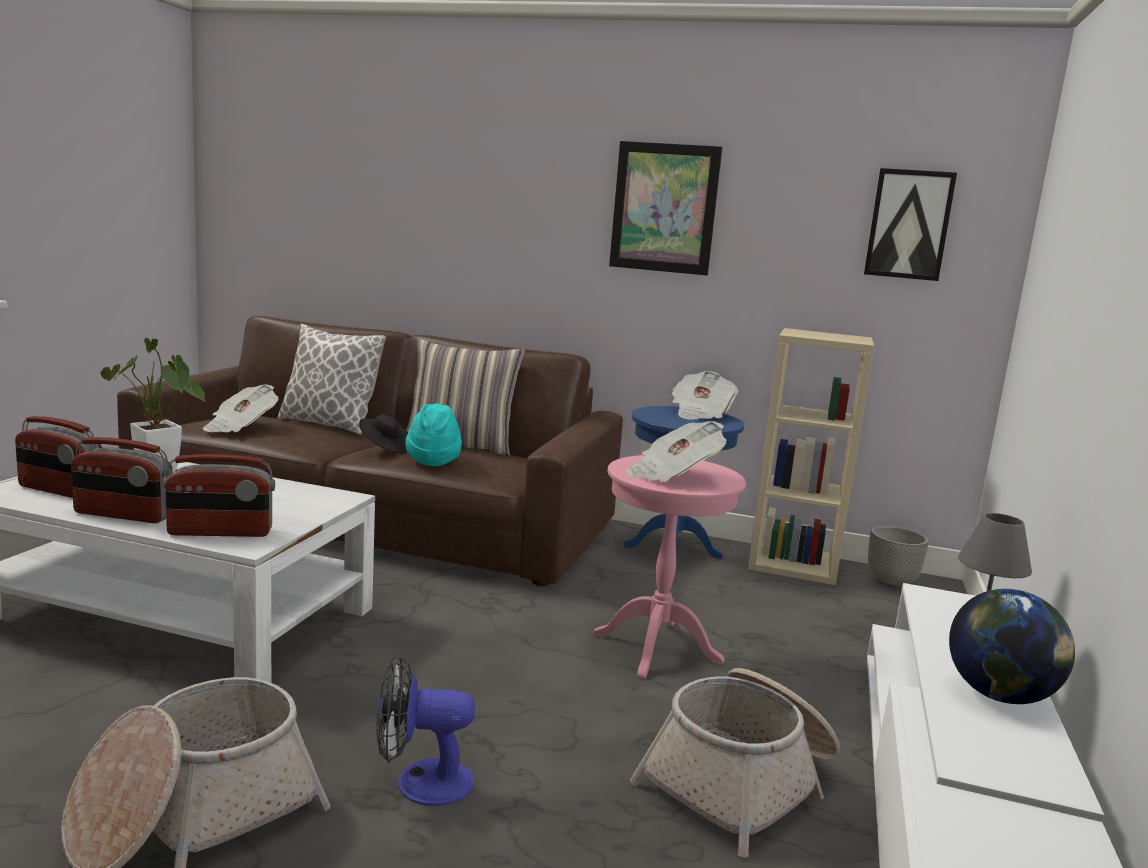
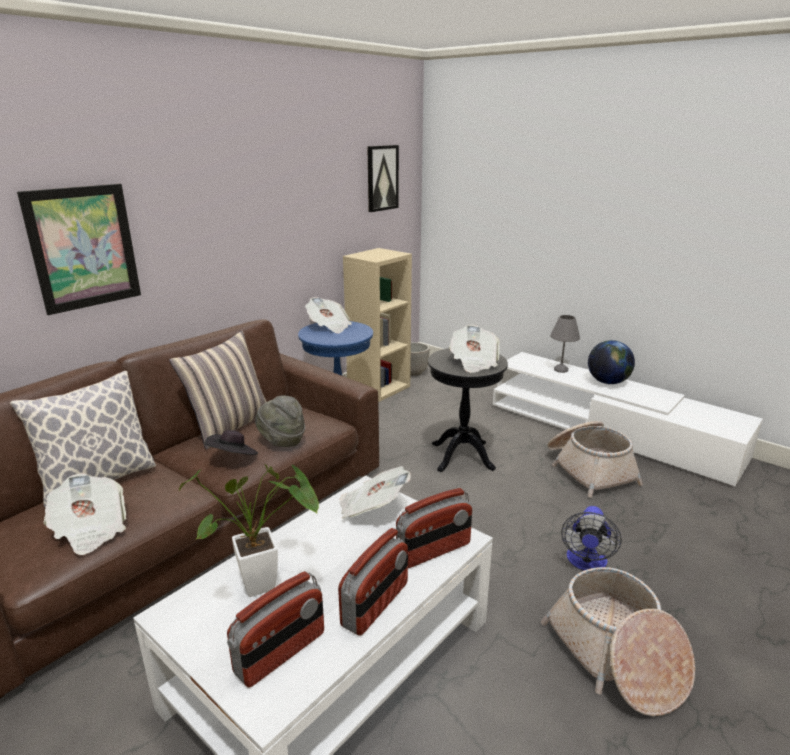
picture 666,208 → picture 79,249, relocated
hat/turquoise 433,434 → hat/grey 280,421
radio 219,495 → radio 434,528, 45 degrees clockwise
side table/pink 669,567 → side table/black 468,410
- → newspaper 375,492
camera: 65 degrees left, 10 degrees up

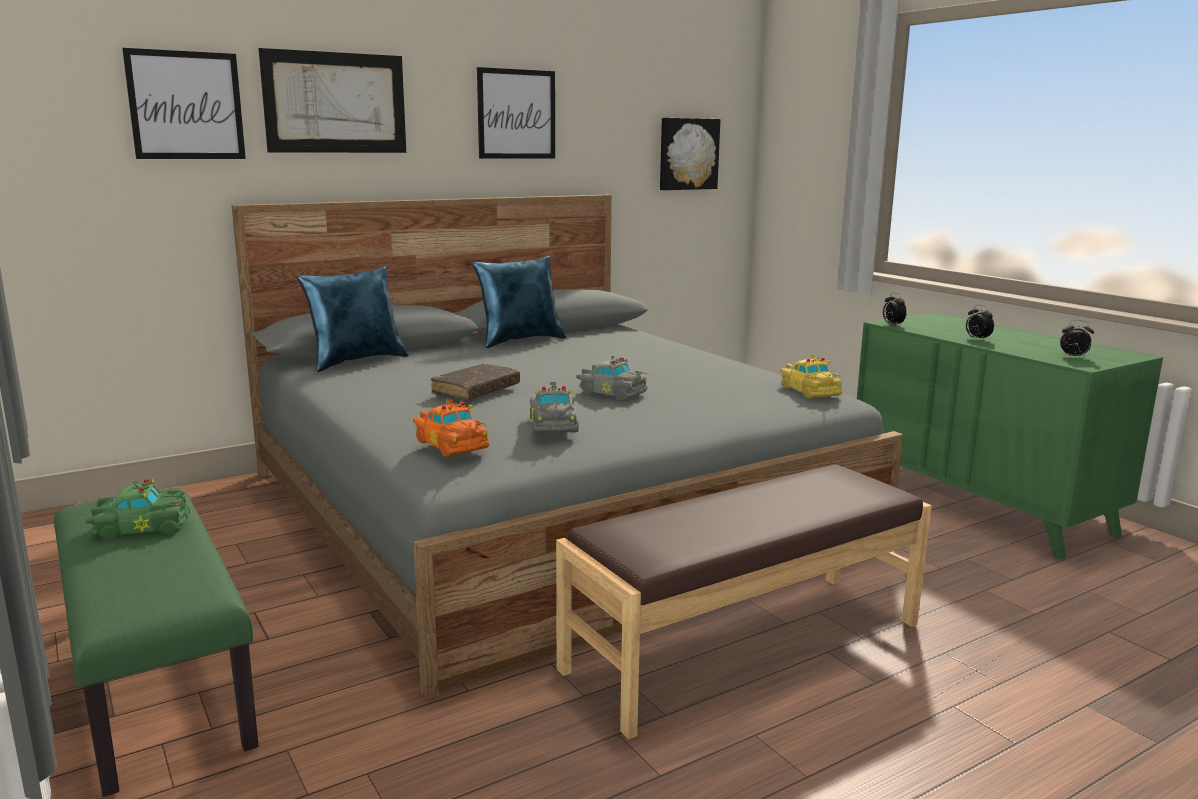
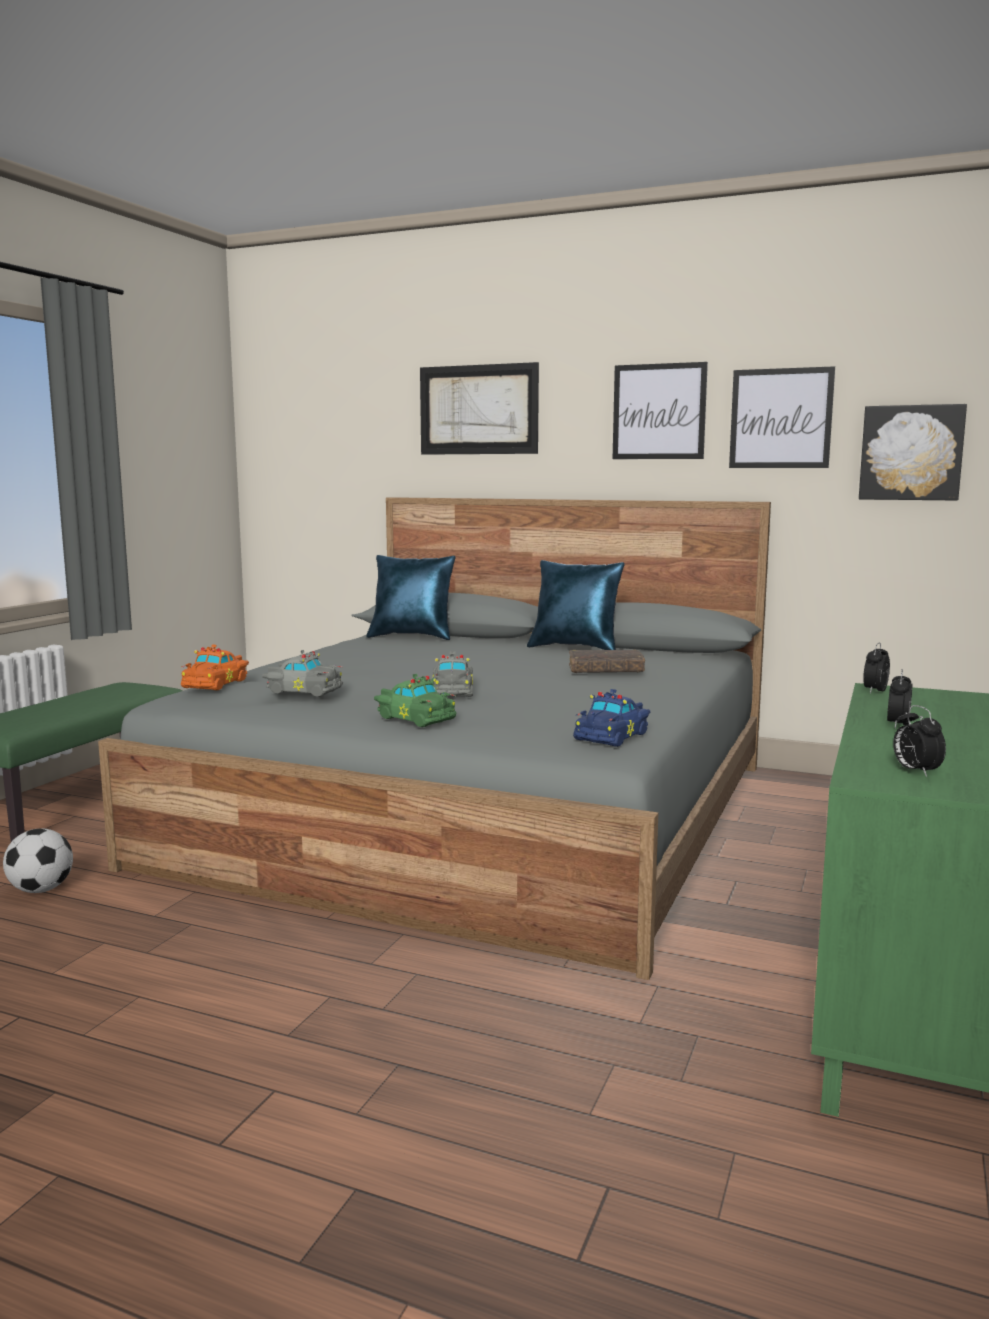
picture 184,103 → picture 782,417, relocated
toy car/yellow 811,377 → toy car/blue 611,718
book/brown 475,381 → book/brown 607,661, relocated
toy car/grey 554,408 → toy car/grey 302,673, 120 degrees counterclockwise
bench/brown 744,601 → -
toy car/green 138,509 → toy car/green 415,700, relocated
- → football 38,860
camera: 55 degrees right, 5 degrees down

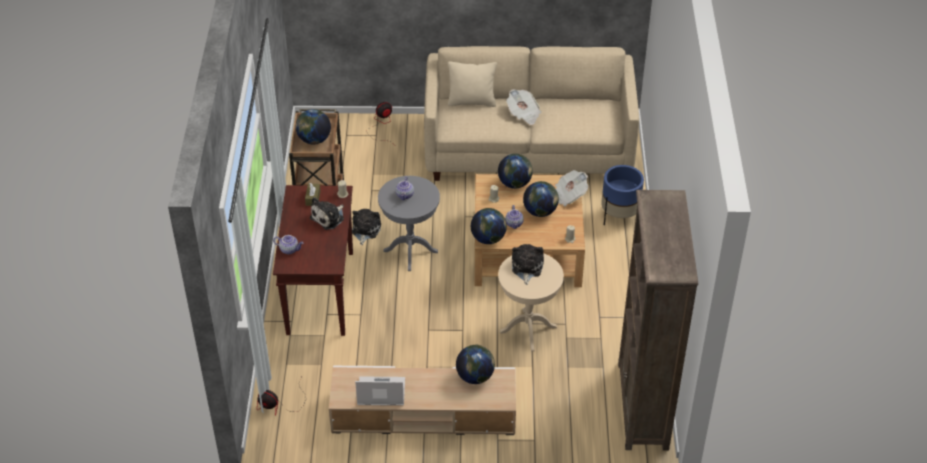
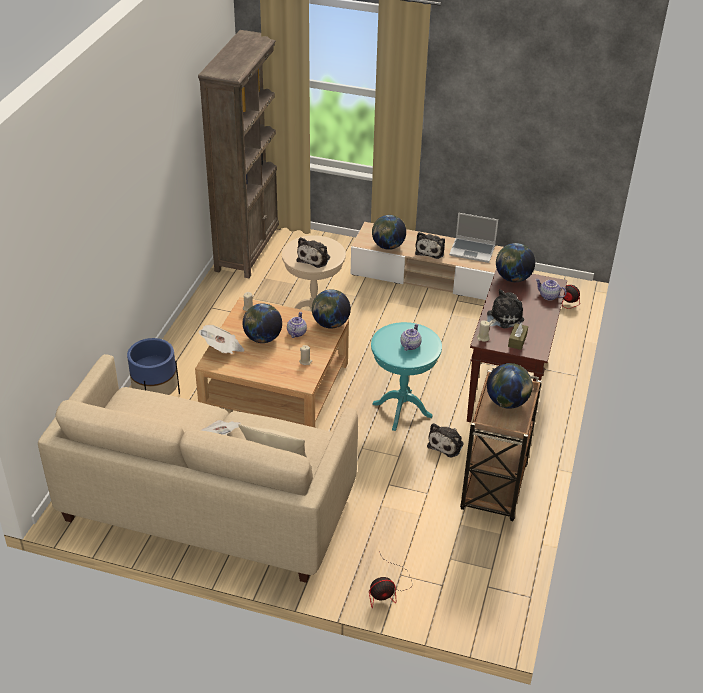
globe 515,171 → globe 515,262, relocated
side table/grey 409,223 → side table/turquoise 406,376
- → plush toy 430,245
camera: 165 degrees left, 5 degrees down

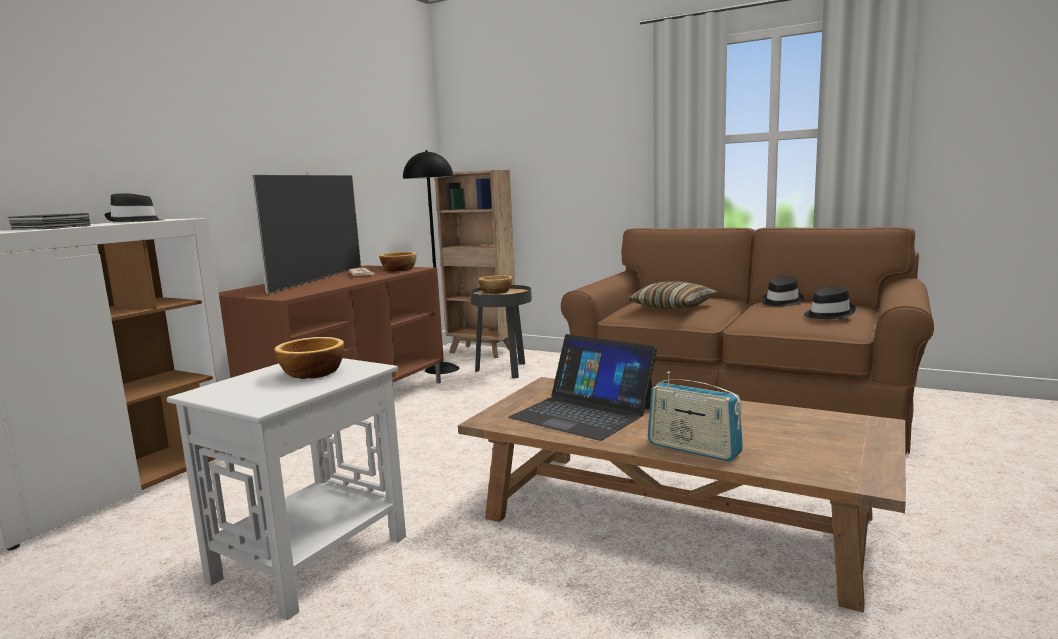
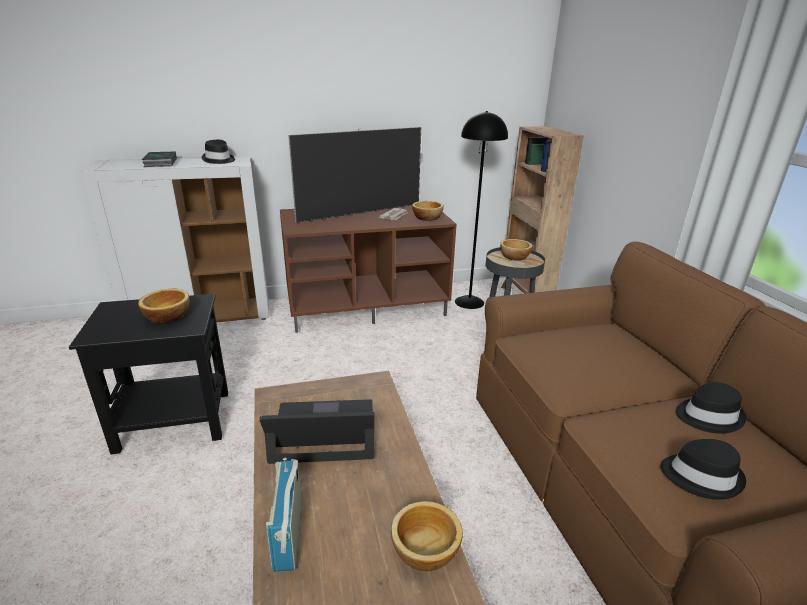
pillow 672,295 → -
laptop 582,387 → laptop 316,431, 90 degrees clockwise
side table/white 286,489 → side table/black 148,374
- → bowl 427,536
camera: 45 degrees right, 15 degrees up

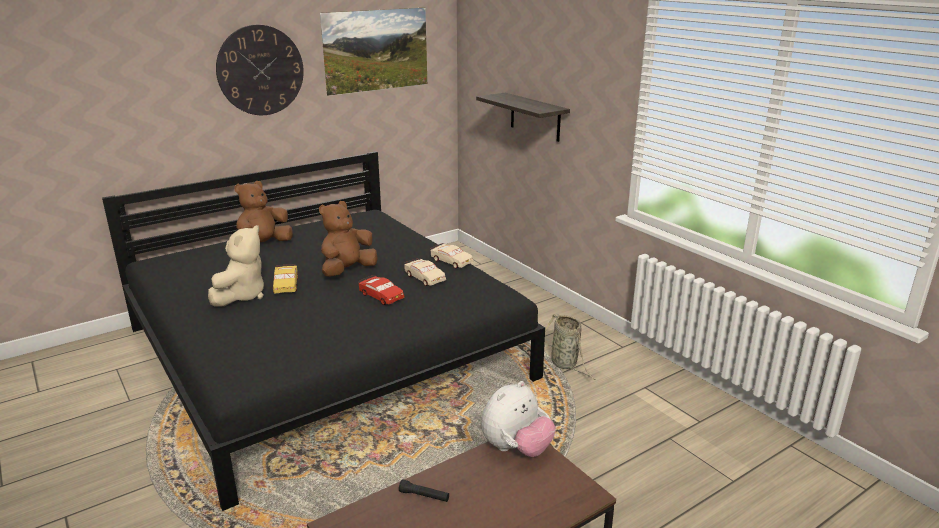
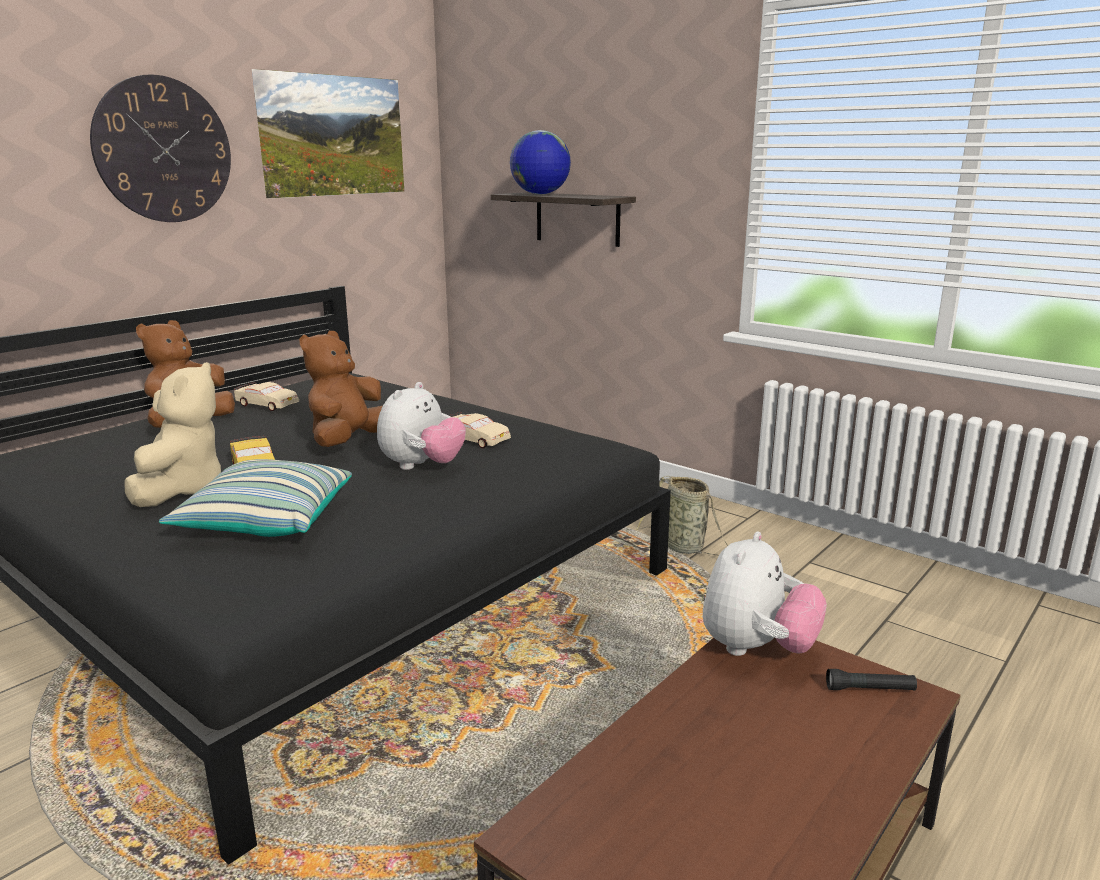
toy car/beige 451,256 → toy car/beige 266,396, relocated
toy car/red 382,290 → plush toy 421,426
flashlight/black 424,490 → flashlight/black 871,679, relocated
- → globe 540,162
- → pillow 255,498
camera: 15 degrees left, 5 degrees down

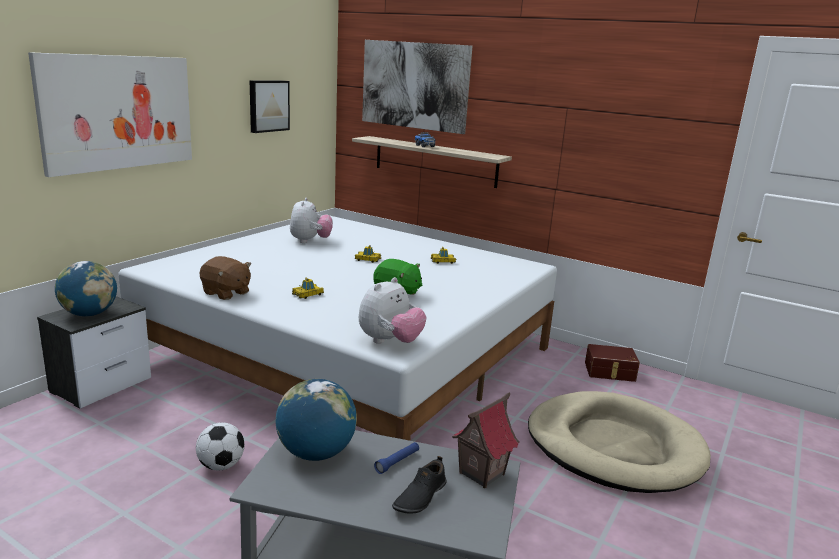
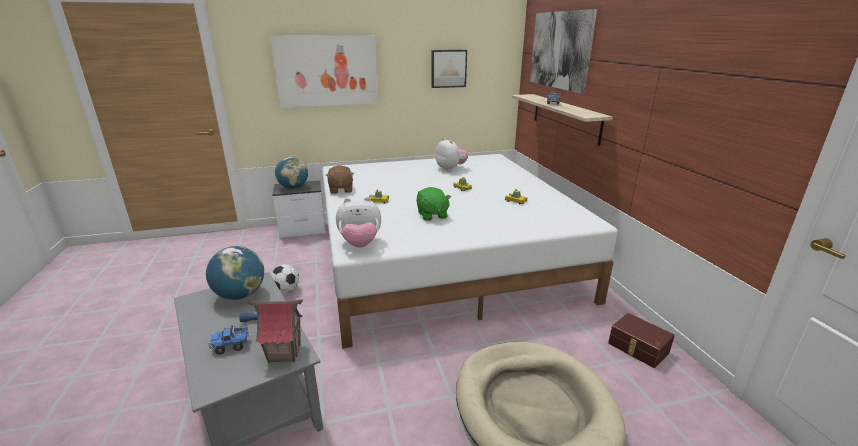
plush toy 311,220 → plush toy 451,154, 75 degrees counterclockwise
shoe/black 419,485 → toy truck 229,340
camera: 45 degrees right, 5 degrees up

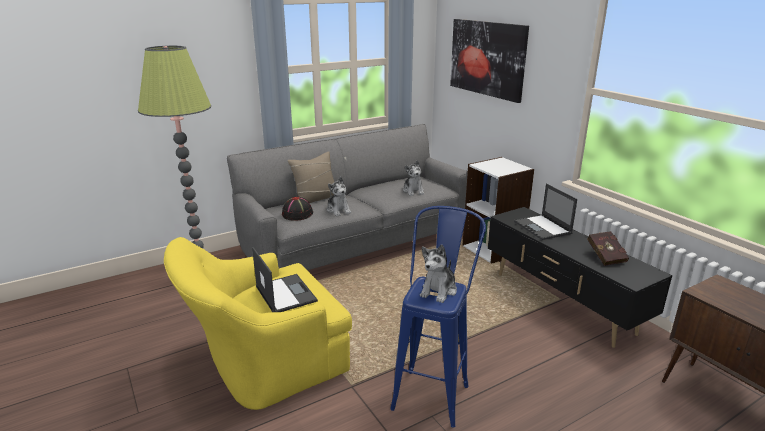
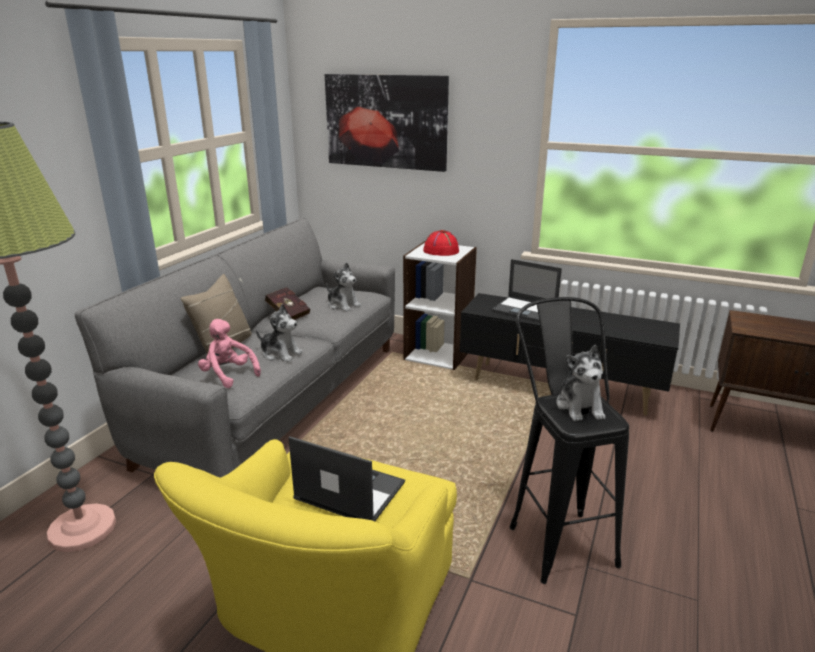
hat/black 297,208 → plush toy/pink 229,353
stool/blue 438,317 → stool/black 569,440
book/red 608,248 → book/red 287,303, relocated
- → hat/red 441,243
camera: 35 degrees left, 0 degrees up

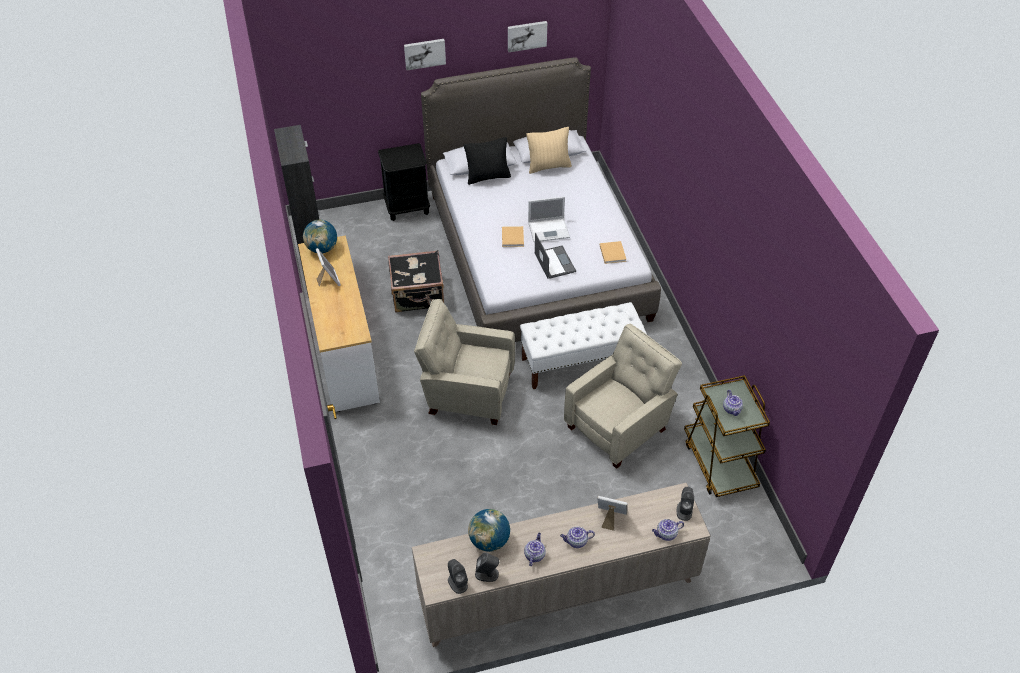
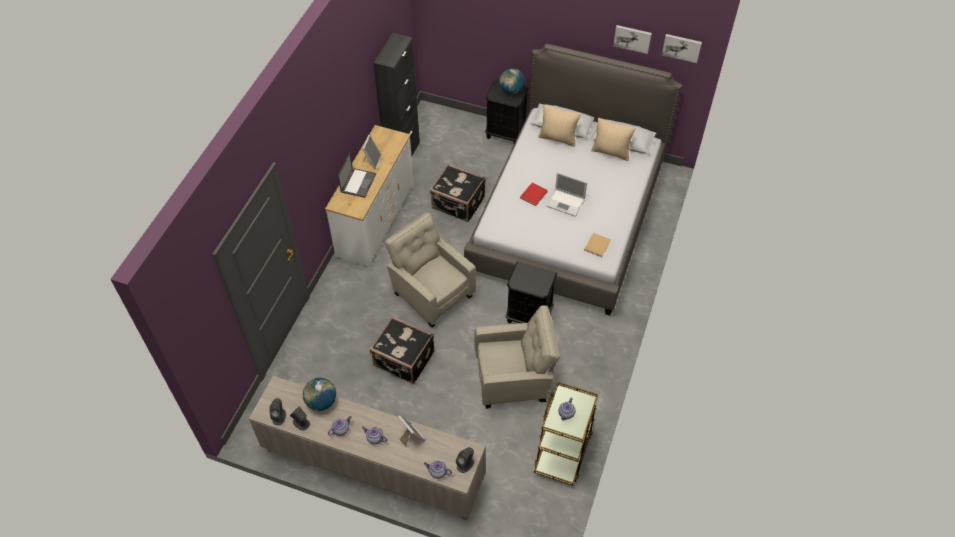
picture 425,54 → picture 682,48, relocated
pillow/black 487,161 → pillow/beige 559,125
globe 320,236 → globe 512,81, relocated
book/beige 513,236 → book/red 534,194
laptop 555,256 → laptop 357,175, relocated
bench/white 583,345 → nightstand/black 531,292
- → suitcase/black 402,350
camera: 35 degrees right, 5 degrees up

